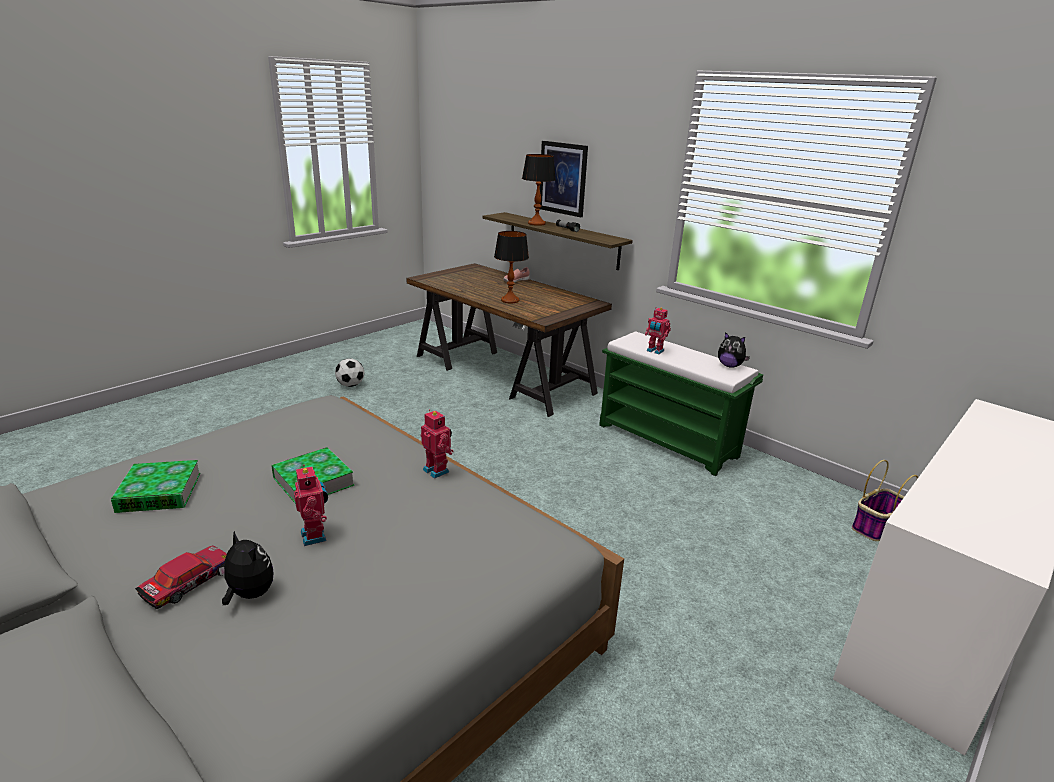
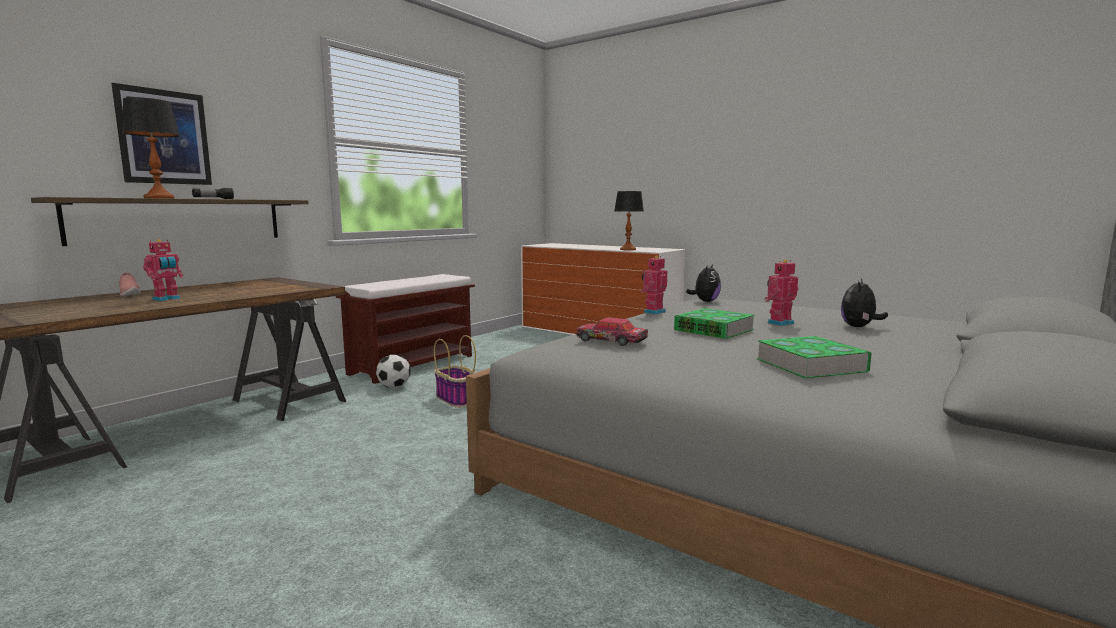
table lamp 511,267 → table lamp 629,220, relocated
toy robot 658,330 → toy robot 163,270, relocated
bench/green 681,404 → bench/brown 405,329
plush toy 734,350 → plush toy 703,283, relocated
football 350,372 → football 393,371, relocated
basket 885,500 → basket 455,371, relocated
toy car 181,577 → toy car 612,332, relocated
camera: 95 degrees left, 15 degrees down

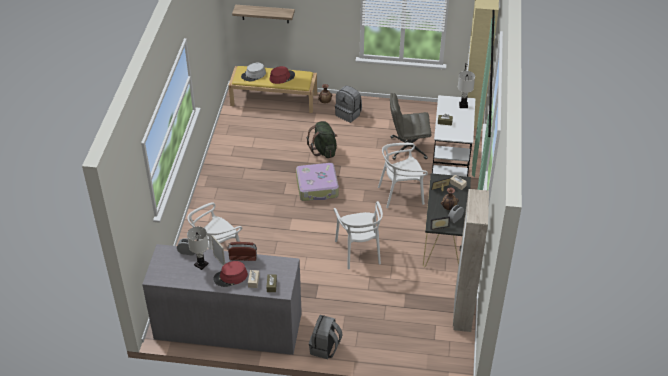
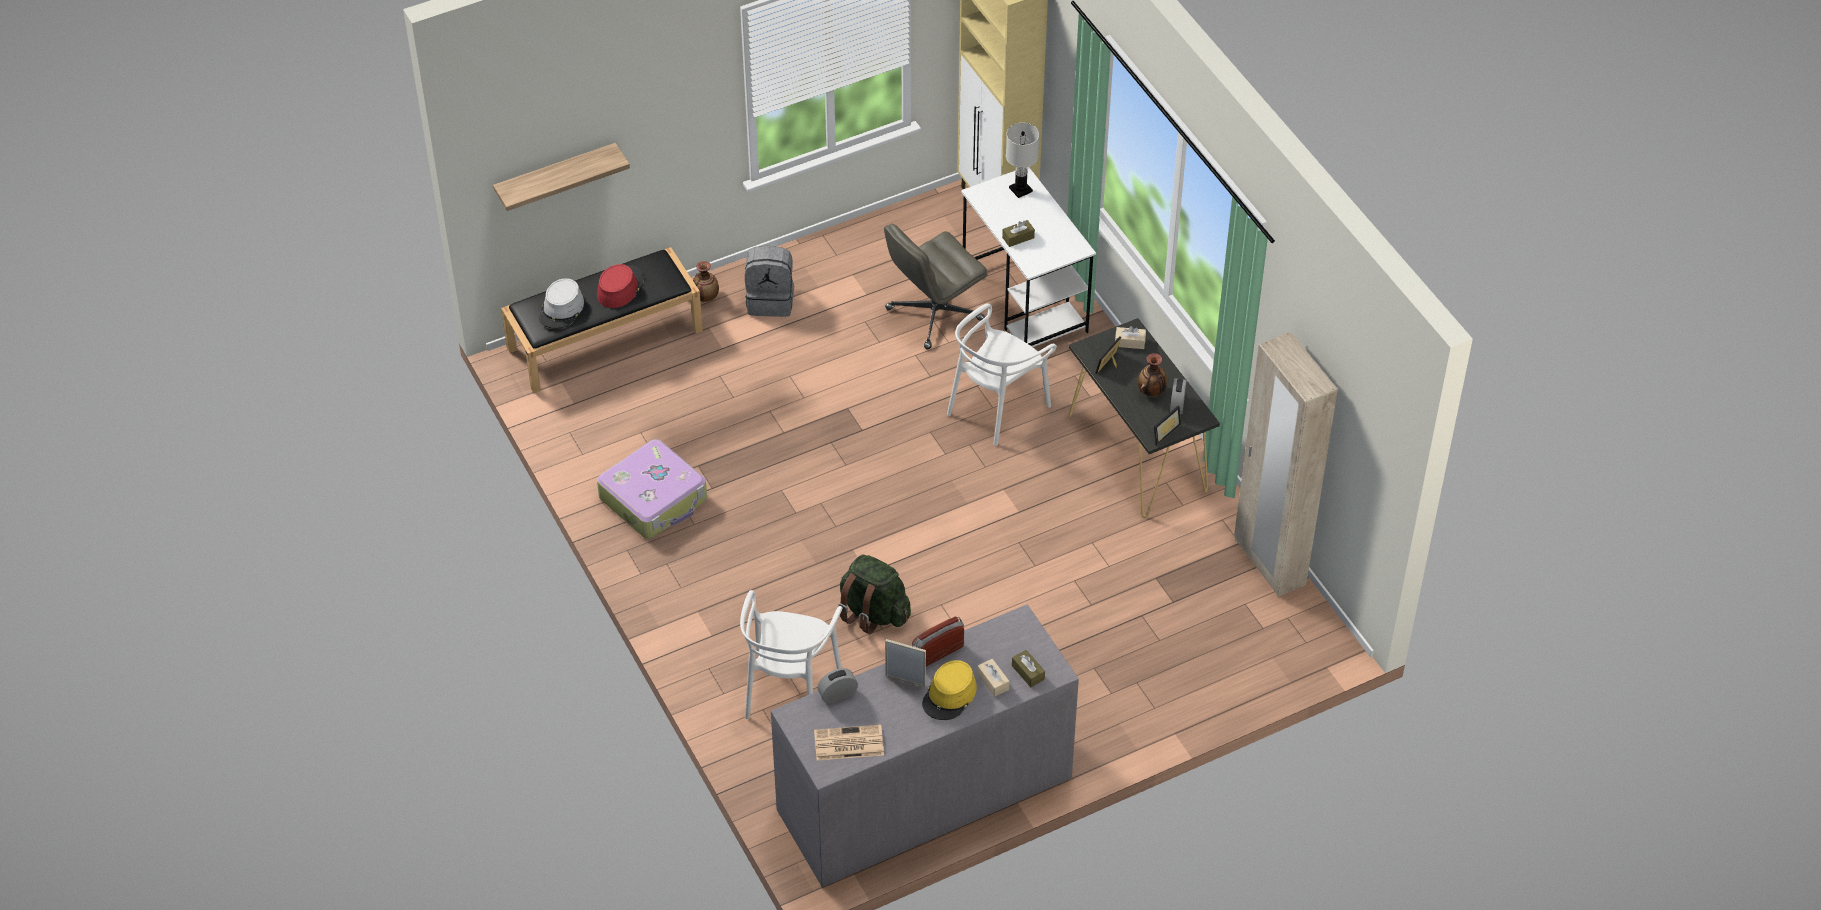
bench/yellow 272,89 → bench/black 602,320
backpack/green 322,139 → backpack/green 874,594, relocated
suitcase 317,182 → suitcase 652,489, relocated
chair/white 358,235 → -
table lamp/white 198,248 → -
hat/red 230,274 → hat/yellow 949,690
backpack/grey 326,337 → -
- → newspaper 849,743
camera: 35 degrees left, 5 degrees up

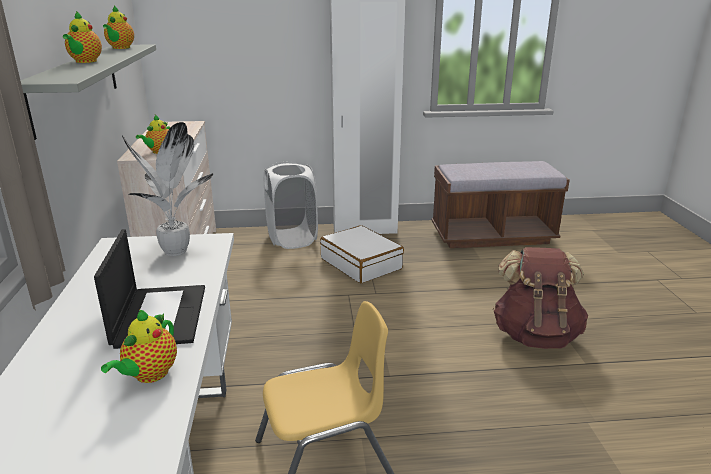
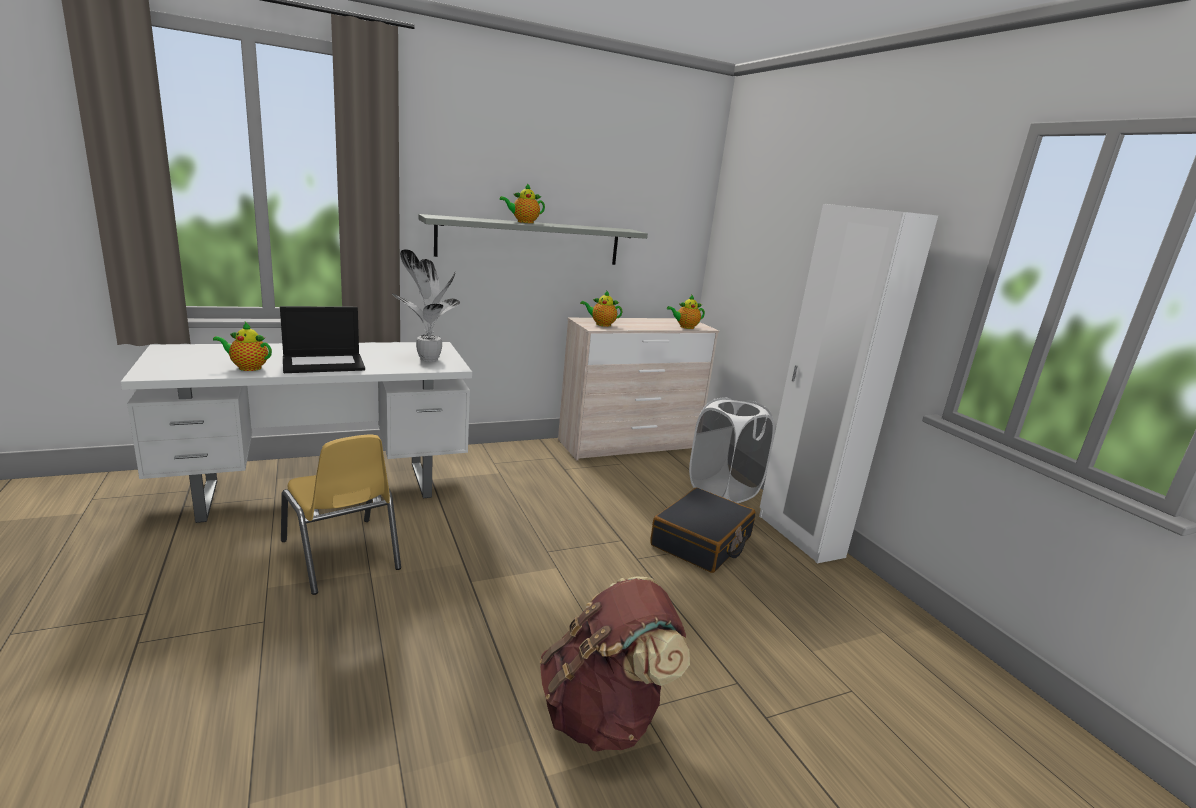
teapot 118,27 → teapot 686,311, relocated
bench/brown 500,204 → -
suitcase/white 362,254 → suitcase/black 702,530
camera: 70 degrees right, 5 degrees down

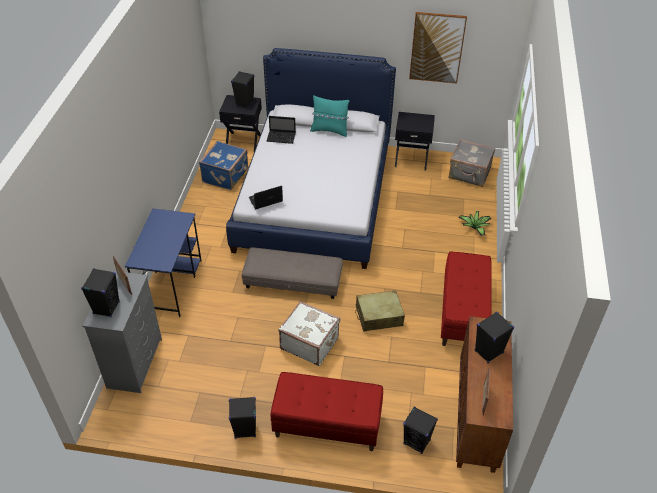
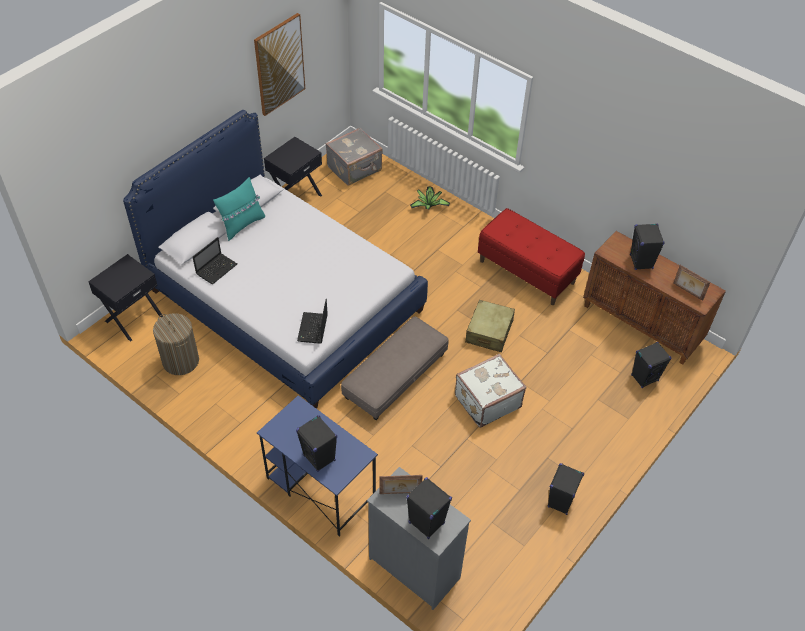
speaker/black 242,89 → speaker/black 316,443, relocated
suitcase/blue 223,165 → laundry basket 176,344
bench/red 326,411 → -
camera: 60 degrees left, 5 degrees up

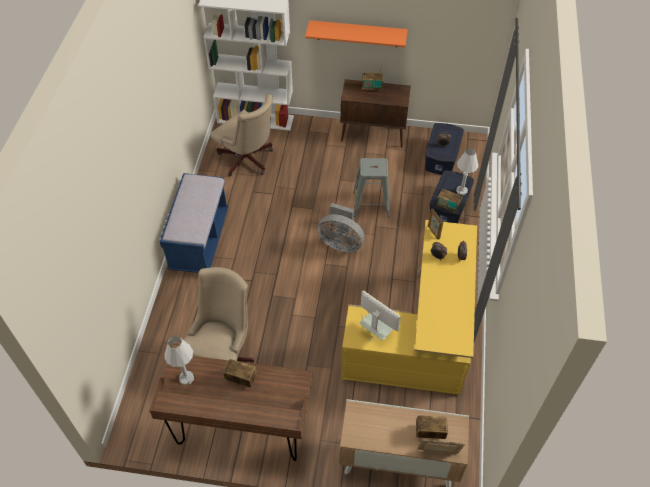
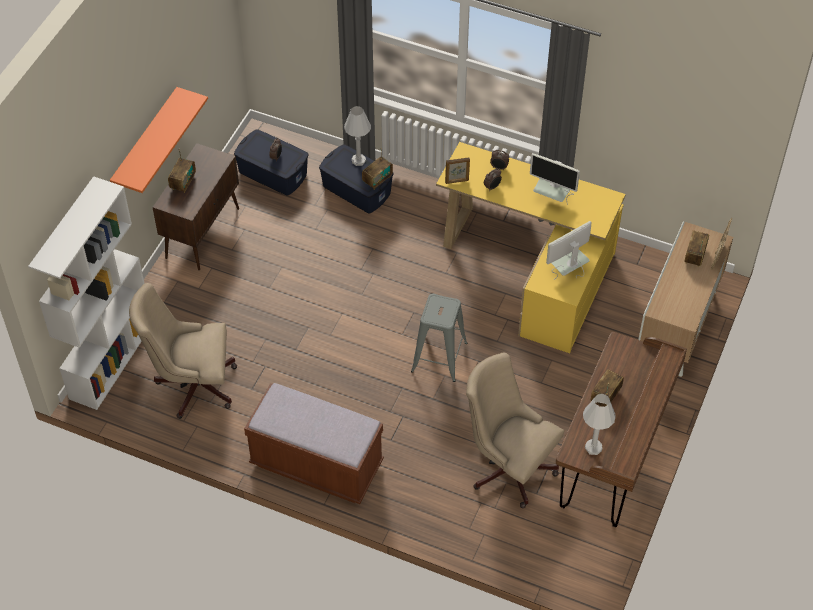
office chair/beige 241,135 → office chair/beige 183,351, 150 degrees counterclockwise
stool/grey 371,187 → stool/grey 439,338, relocated
bench/blue 194,223 → bench/brown 314,443
fan/grey 341,227 → -
- → monitor 555,179
camera: 75 degrees left, 0 degrees up

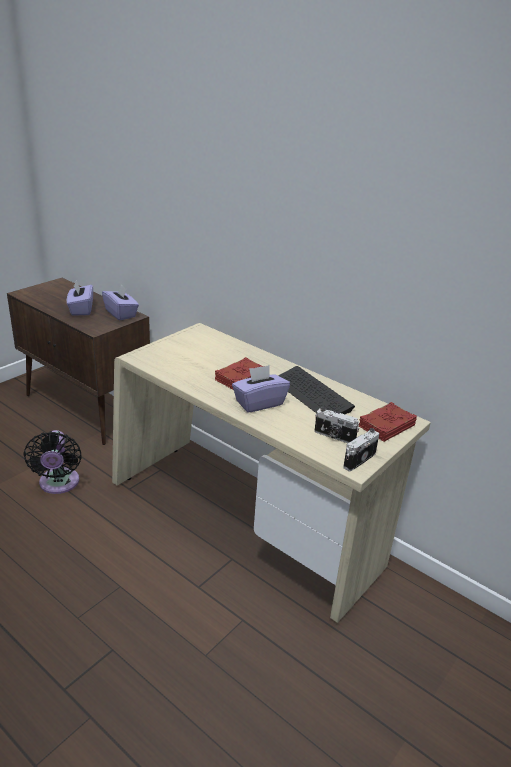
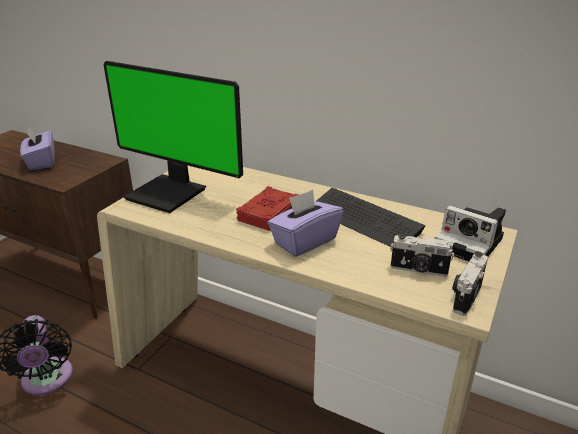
tissue box/purple 120,302 → -
book/red 388,422 → photo camera 470,234
- → monitor 173,137
camera: 10 degrees left, 0 degrees up

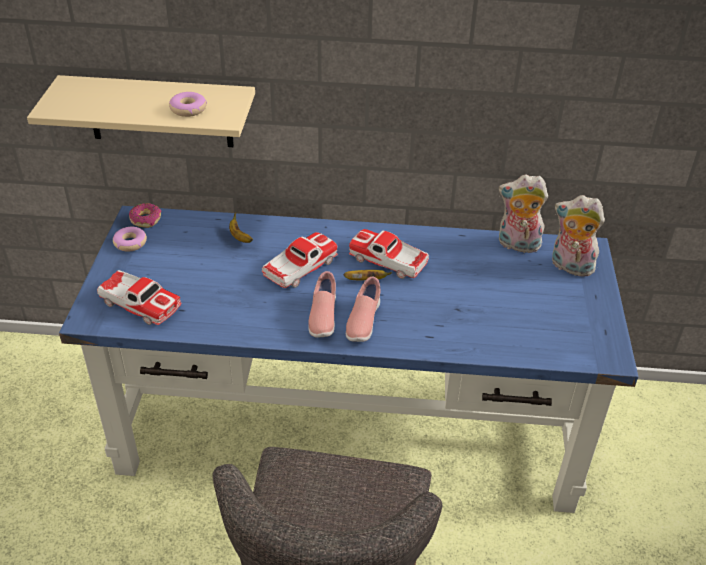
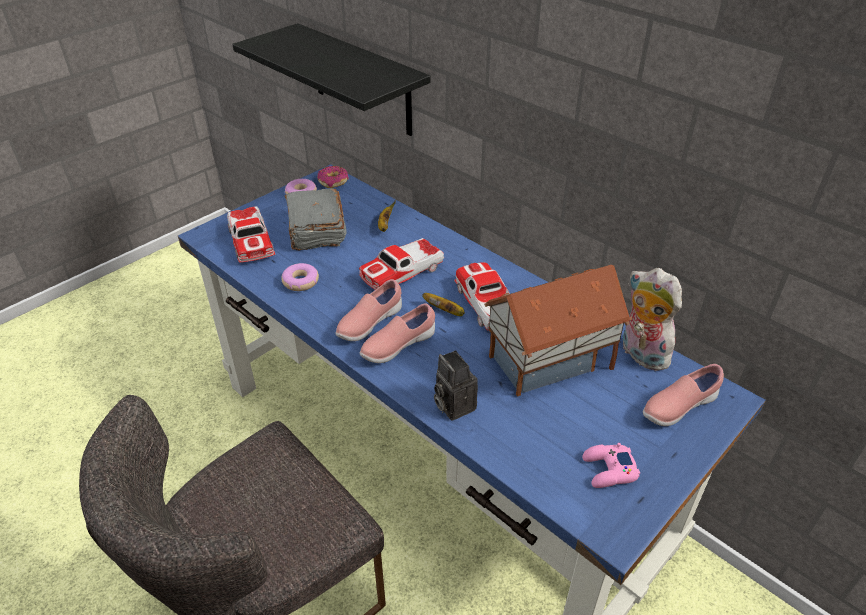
shelf/beige 141,111 → shelf/black 331,79
donut 188,104 → donut 300,277, relocated
plush toy 578,236 → shoe/pink 683,395
toy car 300,260 → toy car 401,264, 150 degrees clockwise
- → book/grey 316,219
- → toy house 558,331
- → photo camera 456,385
- → game controller/pink 611,465
camera: 40 degrees right, 0 degrees up

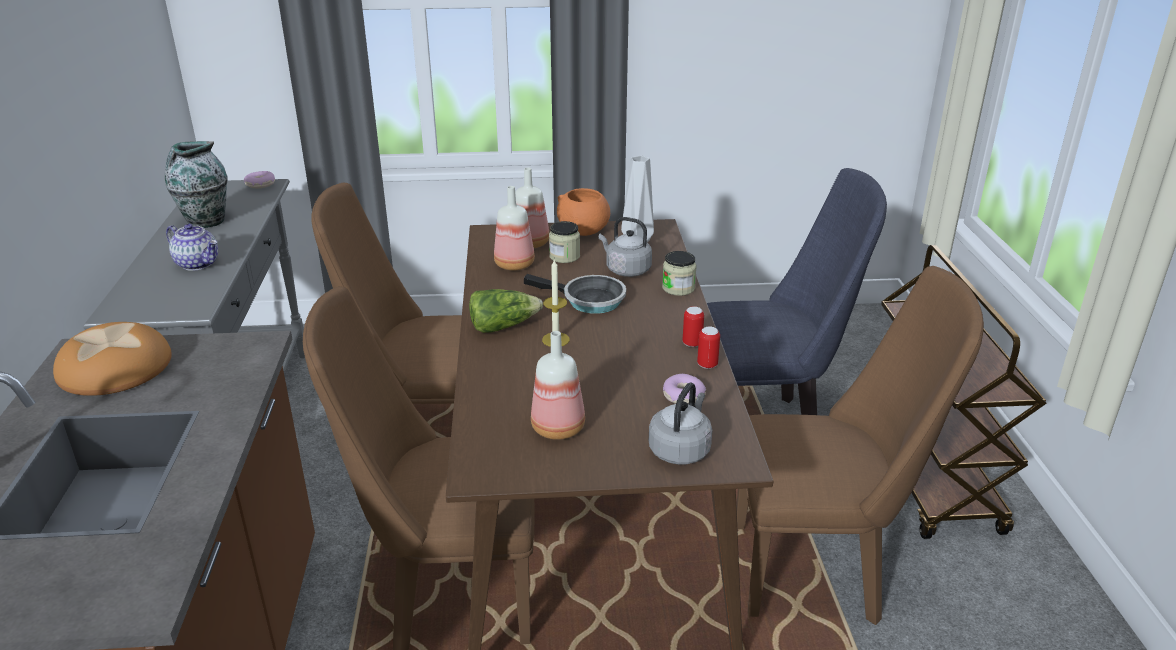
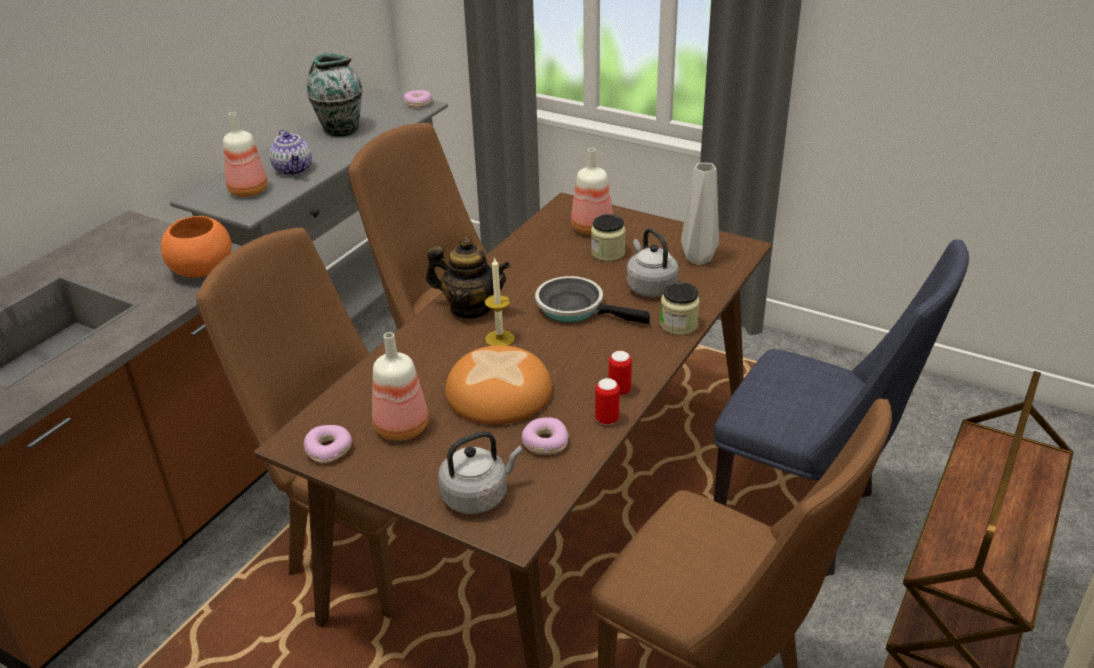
bottle 514,228 → bottle 245,154, relocated
bowl/orange 583,212 → bowl/orange 196,246, relocated
frying pan 575,294 → frying pan 592,300, 150 degrees clockwise
lettuce 506,311 → teapot 468,277
bread 112,359 → bread 498,385, relocated
- → donut 327,444
camera: 35 degrees right, 5 degrees up

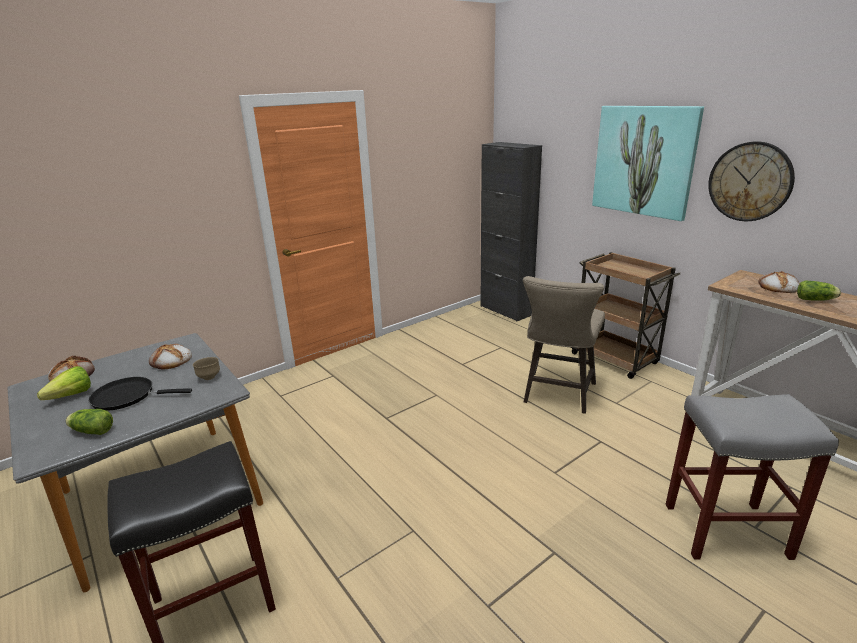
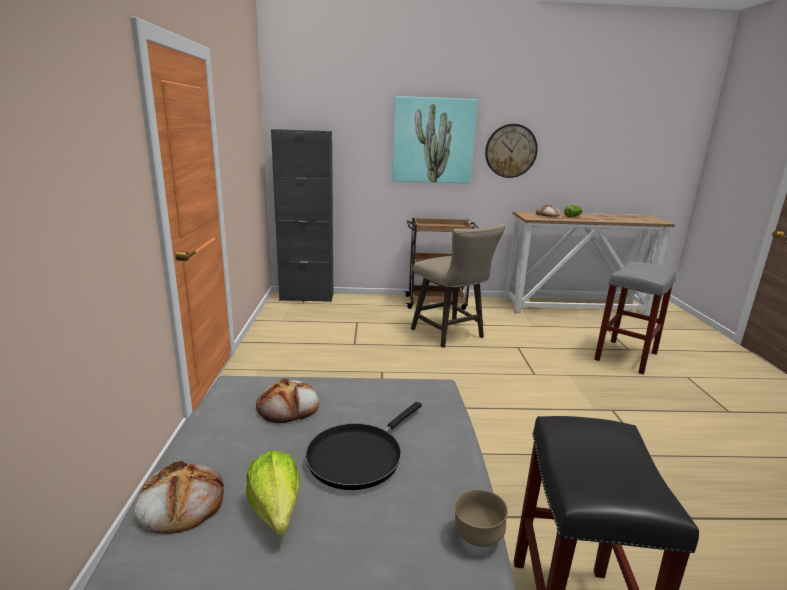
bowl/brown 206,368 → bowl/brown 481,518, relocated
lettuce 89,422 → -
camera: 55 degrees left, 5 degrees down

